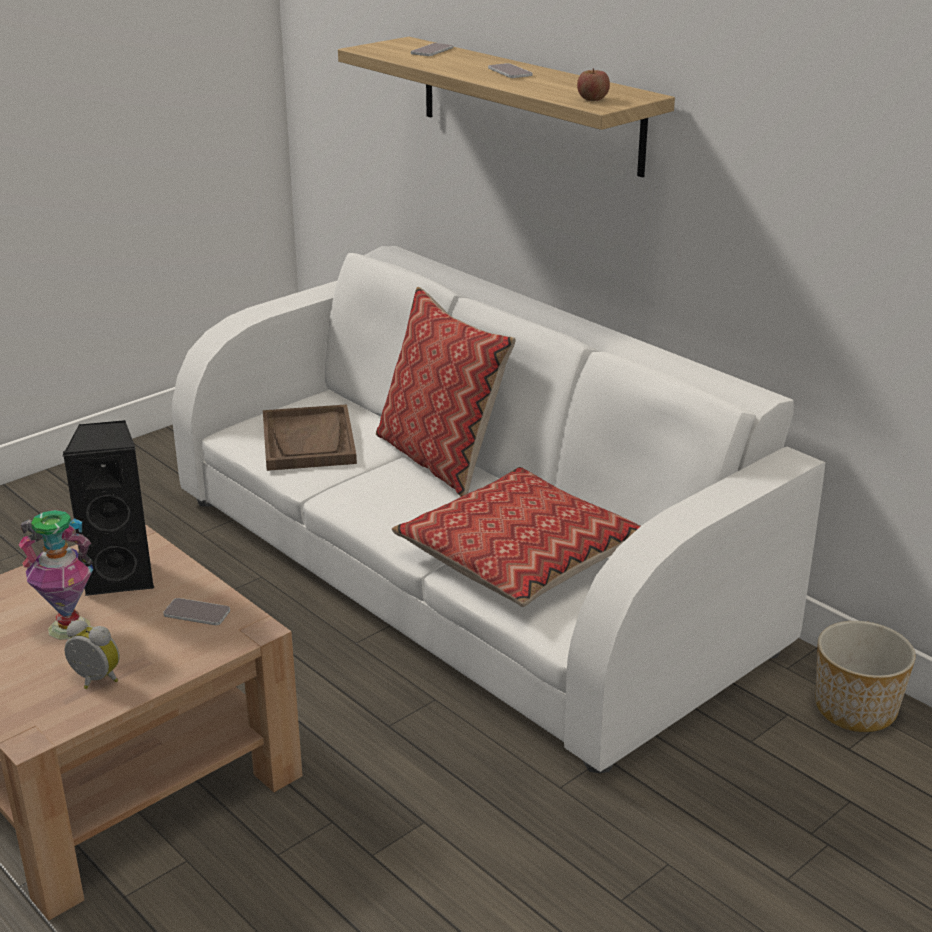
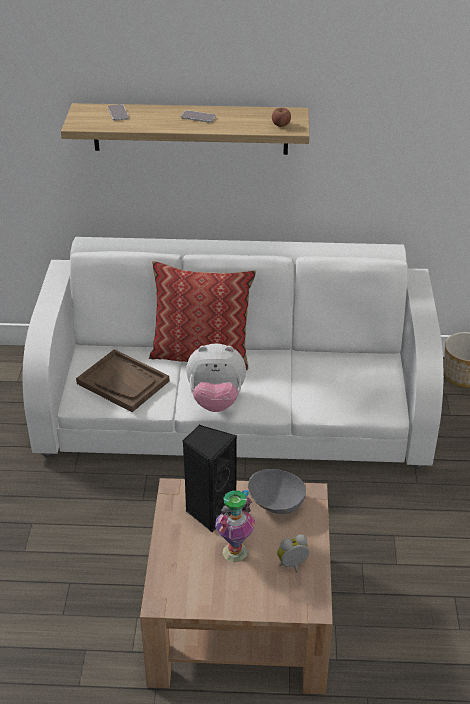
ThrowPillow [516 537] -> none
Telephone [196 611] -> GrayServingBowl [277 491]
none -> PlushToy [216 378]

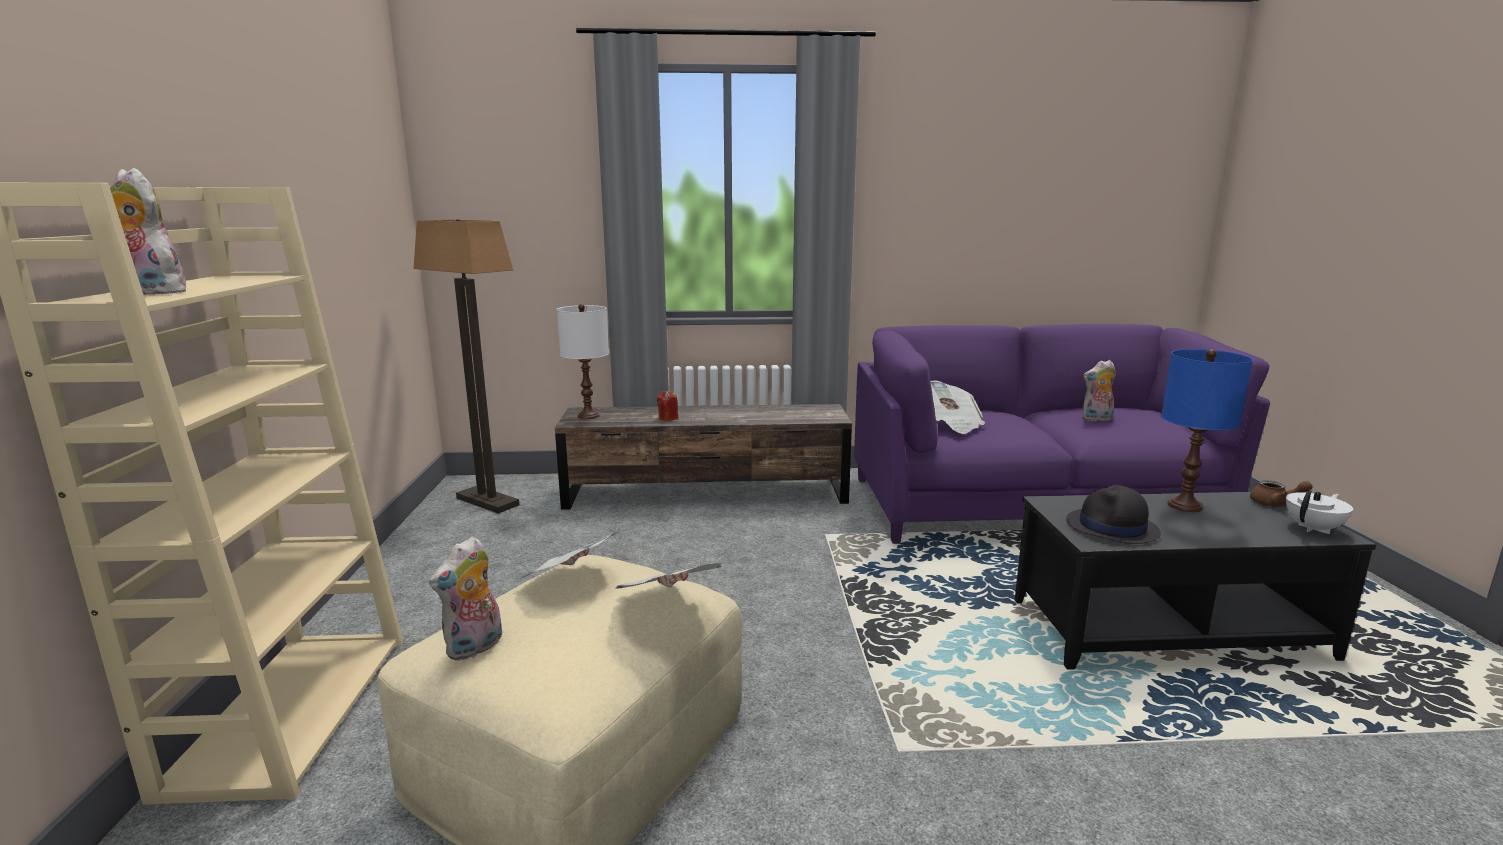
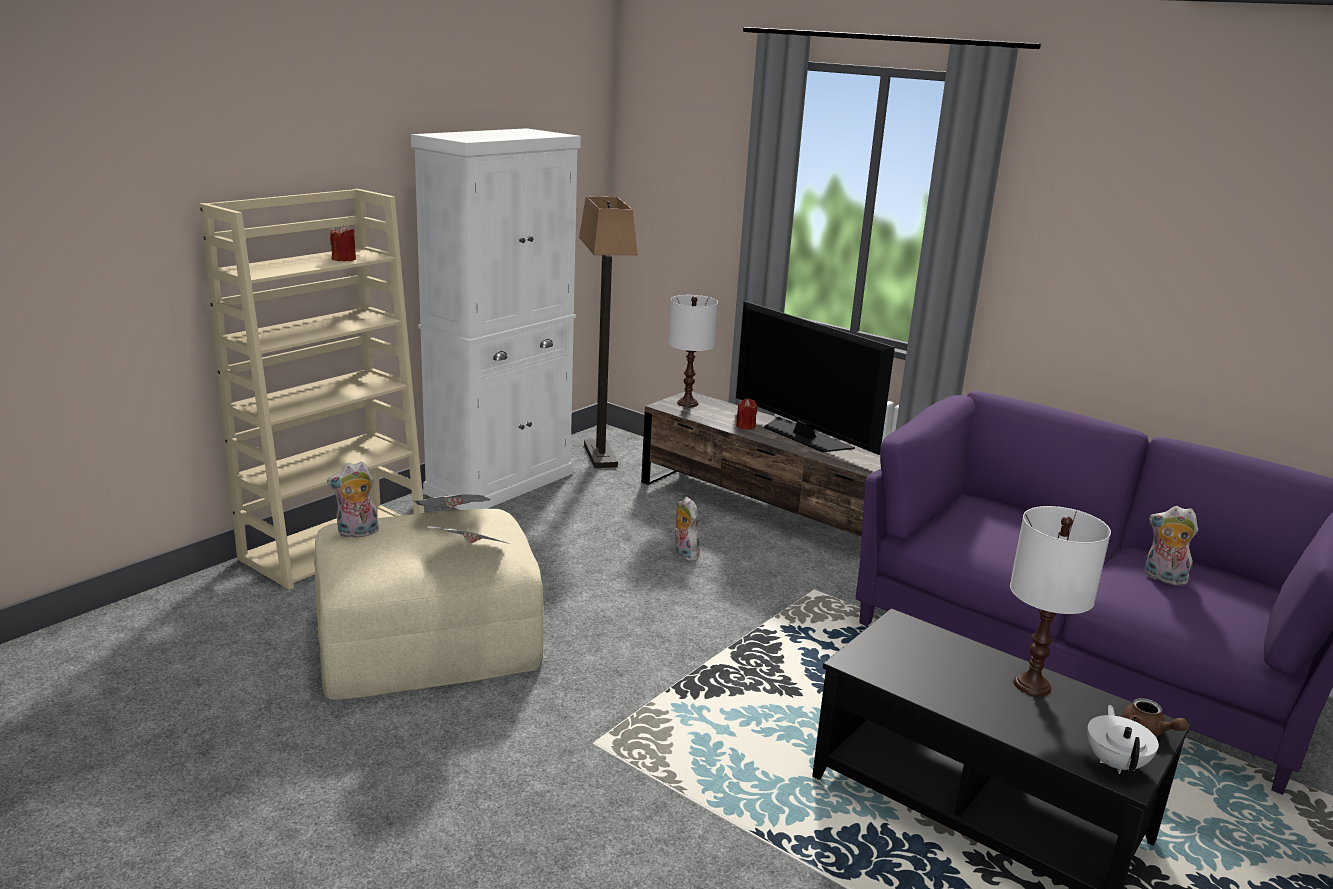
PlushToy [148 231] -> PlushToy [686 529], moved
BlueColouredTabletopLamp [1207 430] -> WhiteColouredTabletopLamp [1060 601]
PrintedPaper [958 407] -> none
BlackishClothingHat [1113 514] -> none
WhiteColouredPotForTea [1319 512] -> WhiteColouredPotForTea [1123 739], 90 degrees counterclockwise
none -> WhiteColouredCabinet [496 319]
none -> ReddishWaxCandle [343 243]
none -> Television [815 378]

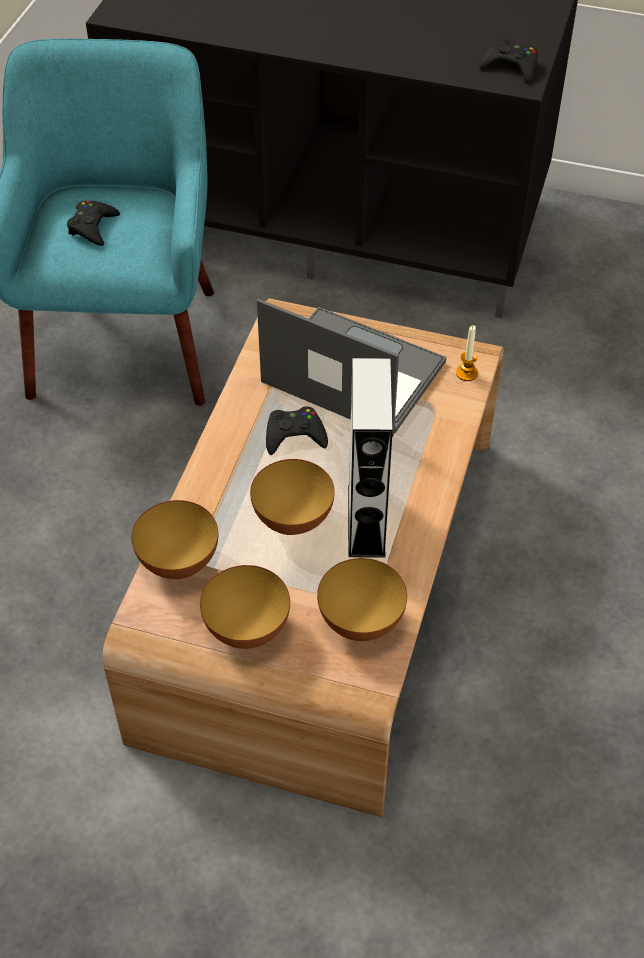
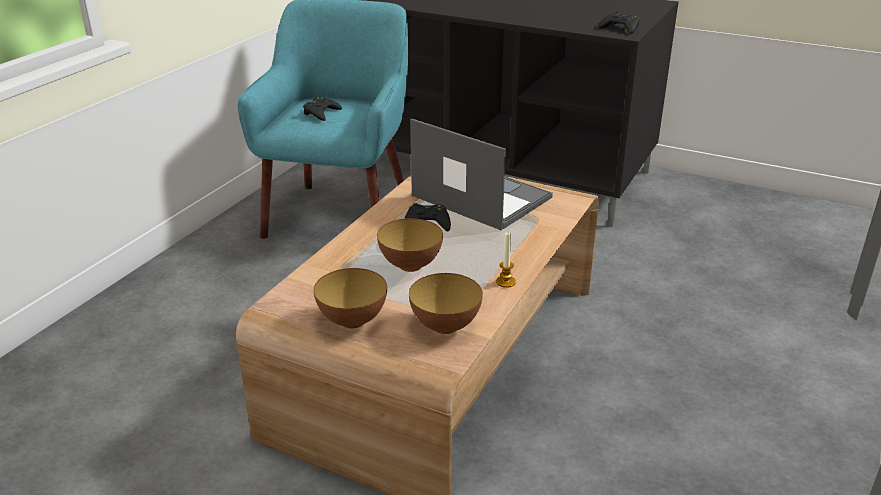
WaxCandle [467 353] -> WaxCandle [506 260], moved
GrayAudioSpeaker [370 458] -> none
ServingBowl [174 539] -> none

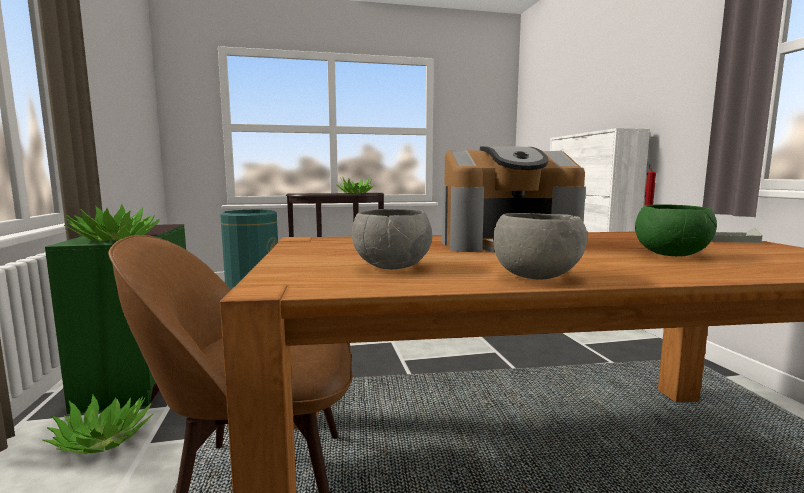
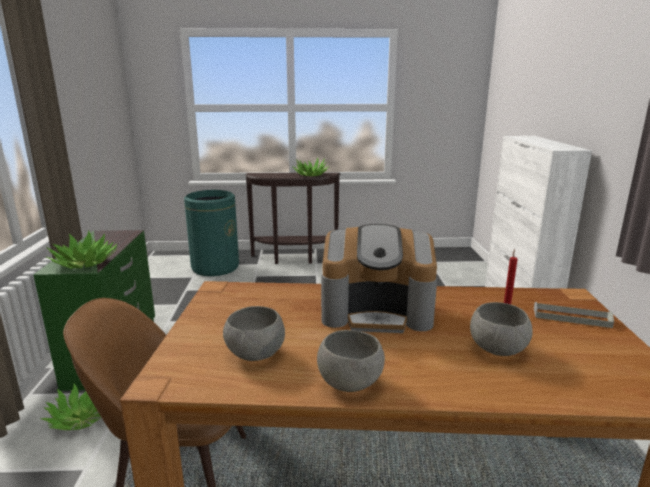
GreenishServingBowl [676 230] -> GrayServingBowl [501 329]

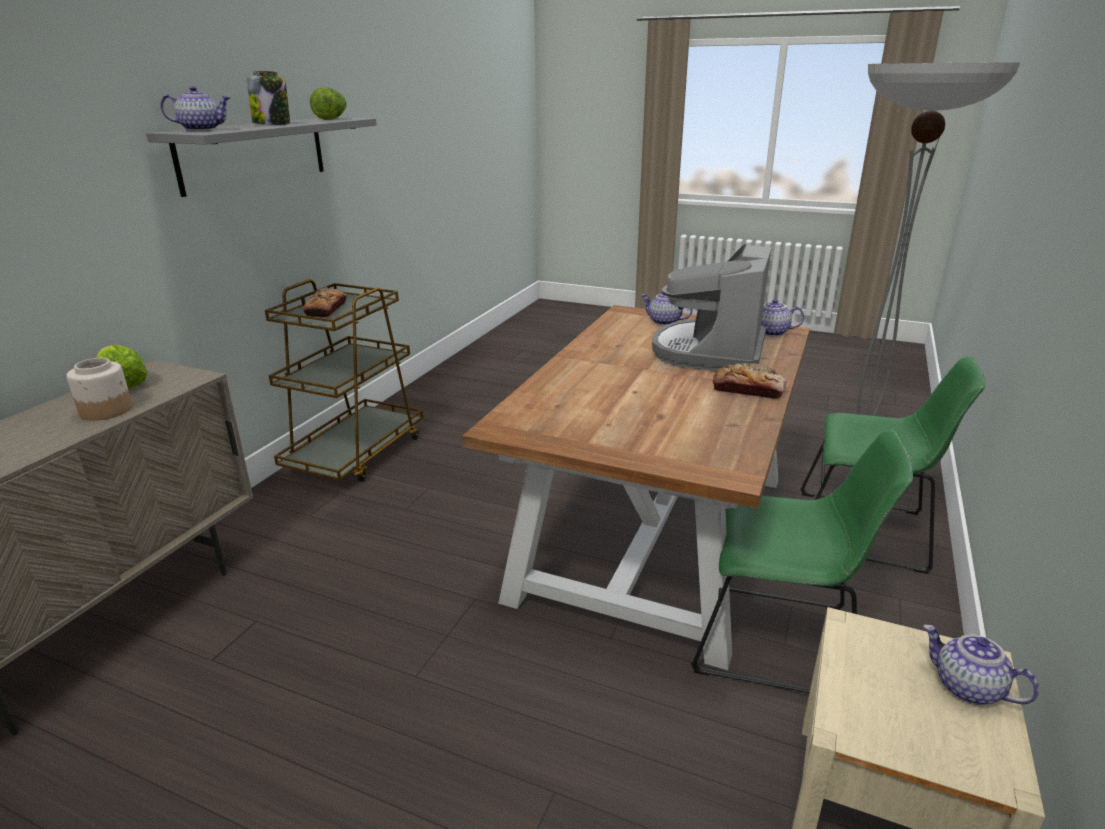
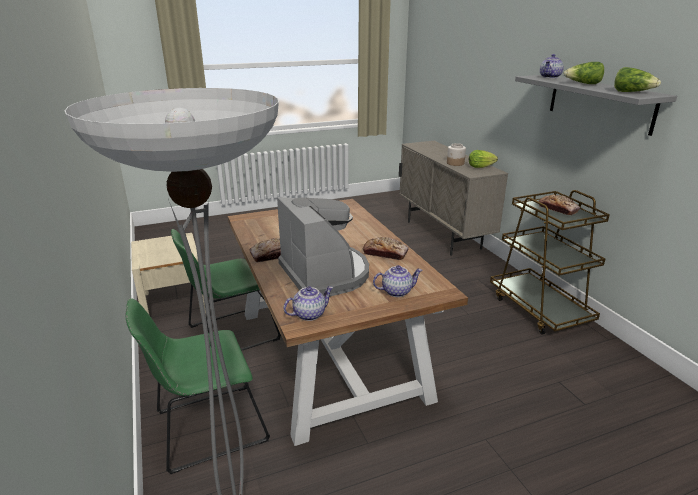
Jar [268 98] -> LettuceHead [584 73]
PotForTea [981 665] -> none
none -> Bread [386 248]

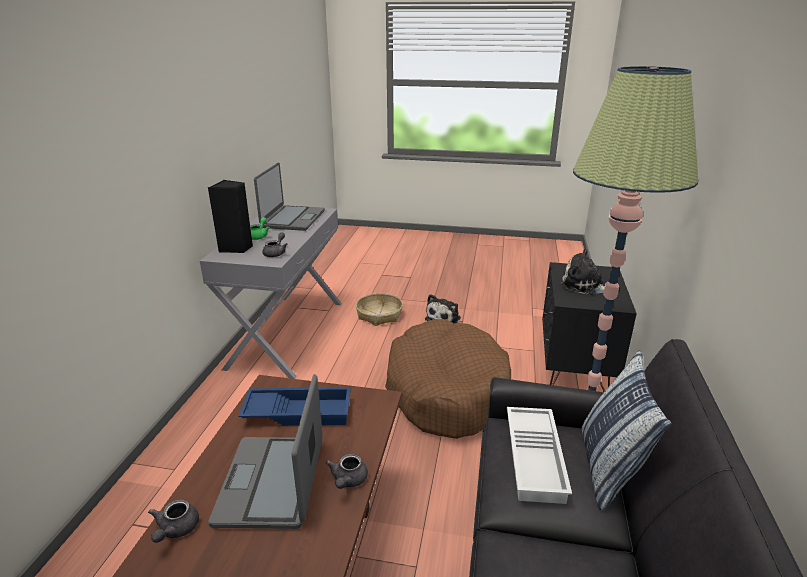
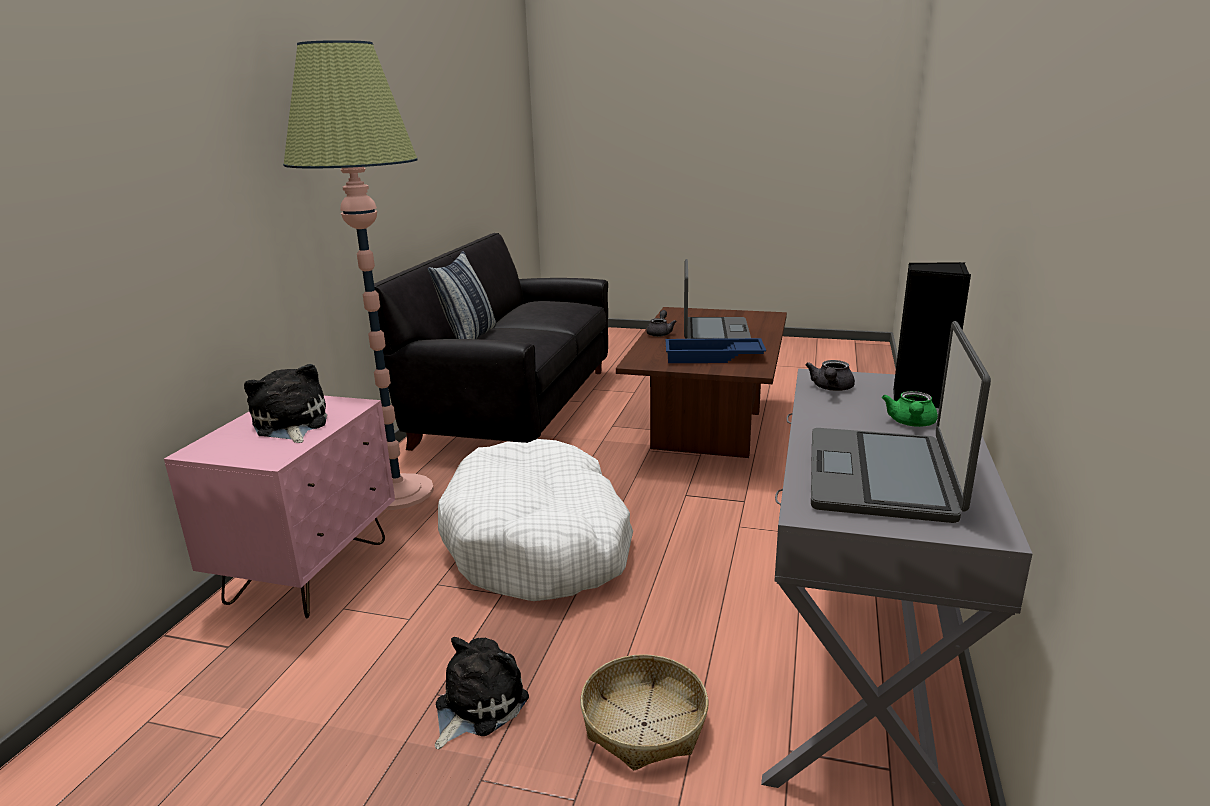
PlushToy [583 271] -> PlushToy [285 403], 150 degrees counterclockwise
BlackishNightTable [589 327] -> PinkishNightTable [279 507]
BrownColouredDogBed [448 379] -> WhiteColouredDogBed [535 520]
WhiteColouredServingTray [539 455] -> none
GrayPotForTea [173 521] -> none

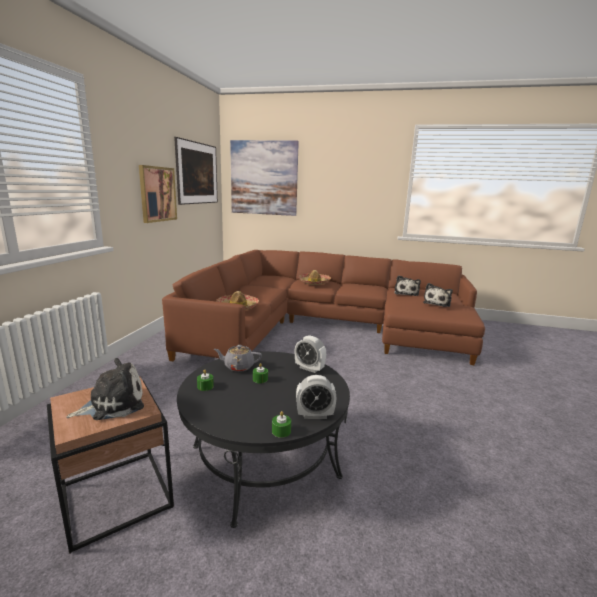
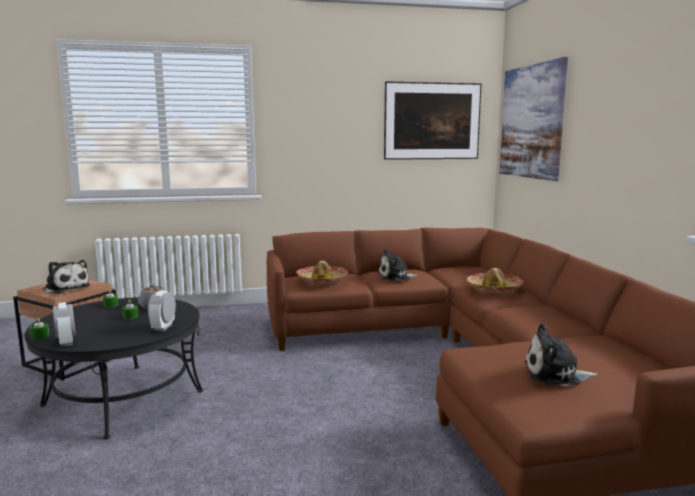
WallArt [158 194] -> none
PlushToy [407 285] -> PlushToy [398 265], moved

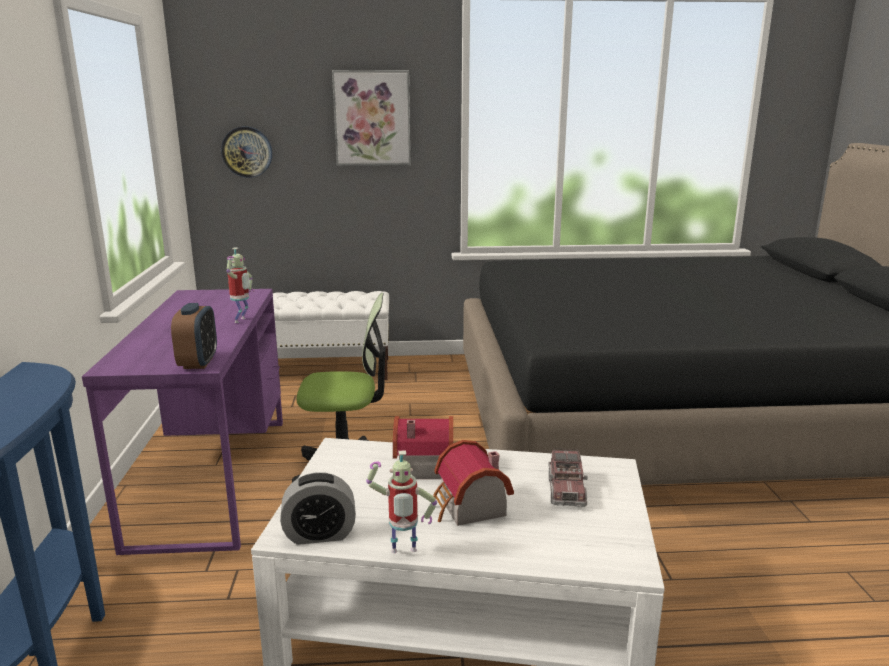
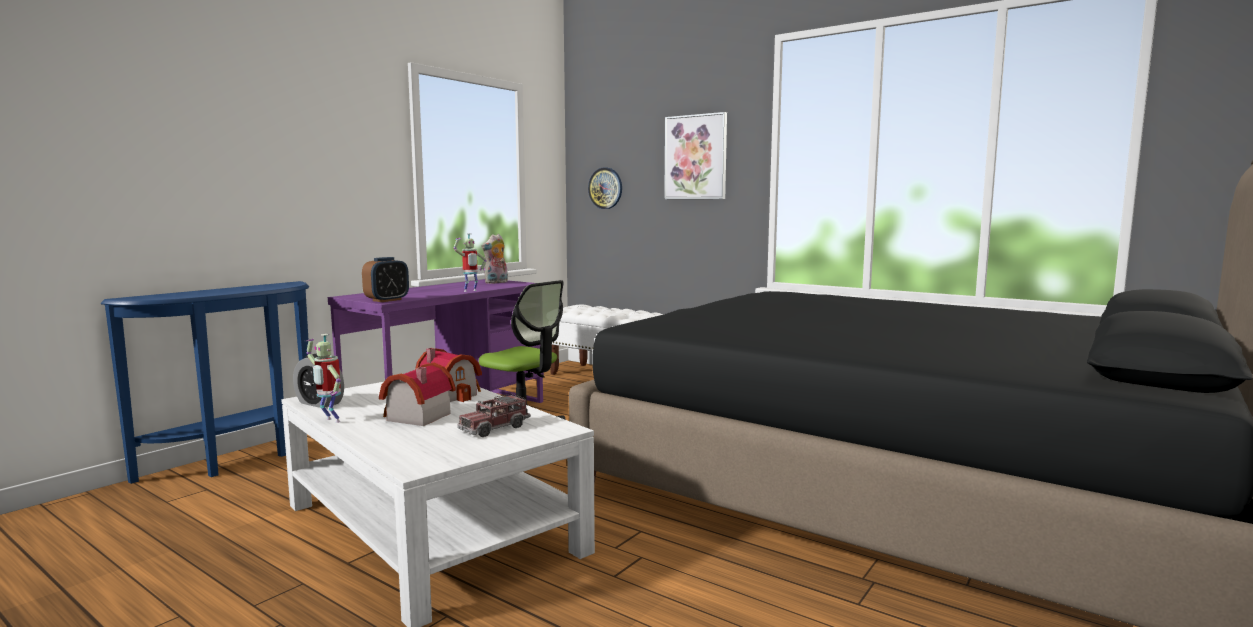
none -> PlushToy [494 259]

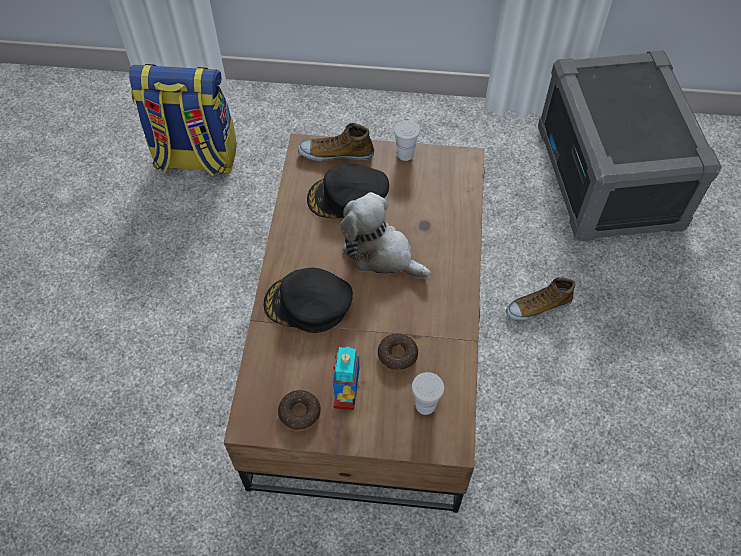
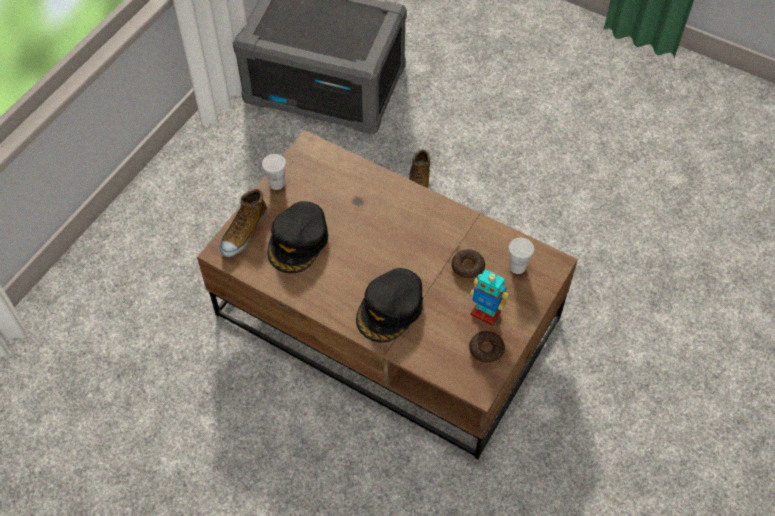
Rucksack [183 120] -> none
PlushToy [385 235] -> none

